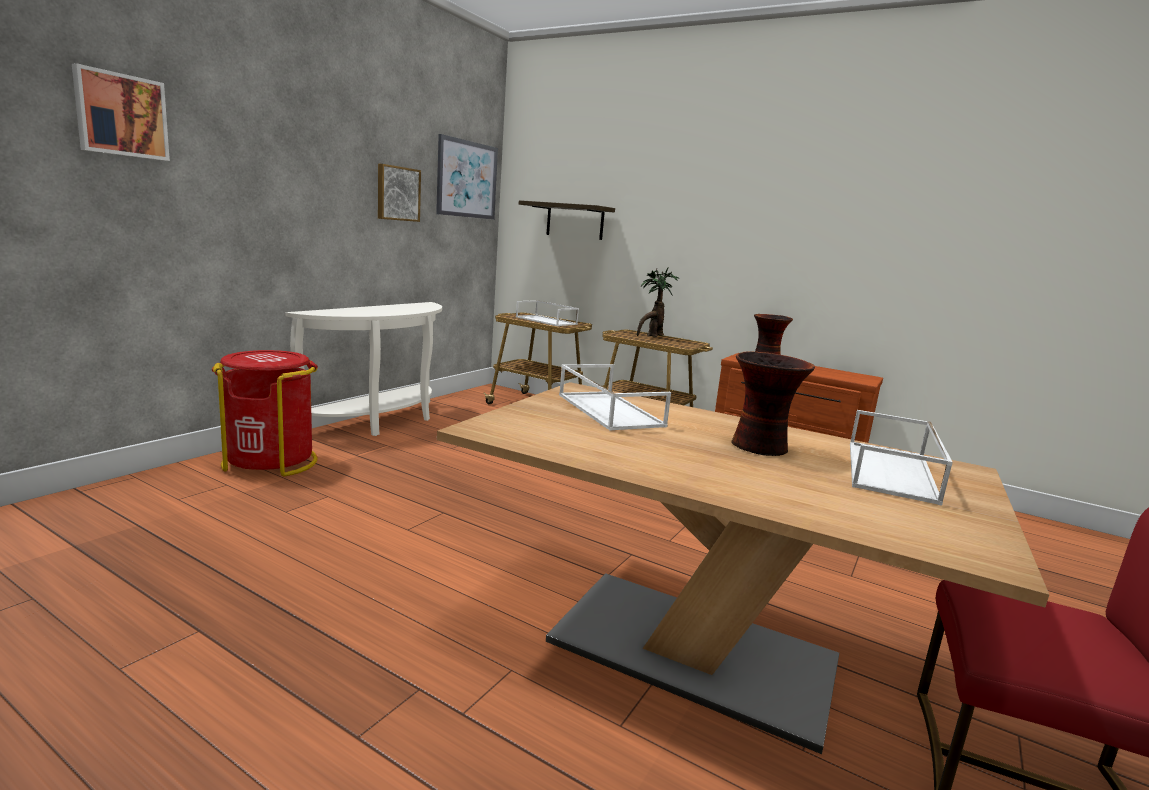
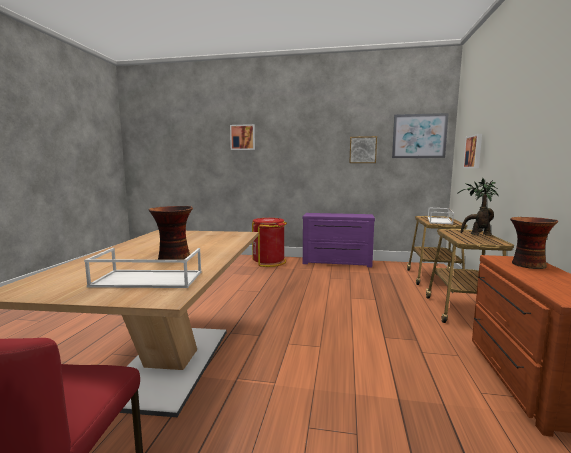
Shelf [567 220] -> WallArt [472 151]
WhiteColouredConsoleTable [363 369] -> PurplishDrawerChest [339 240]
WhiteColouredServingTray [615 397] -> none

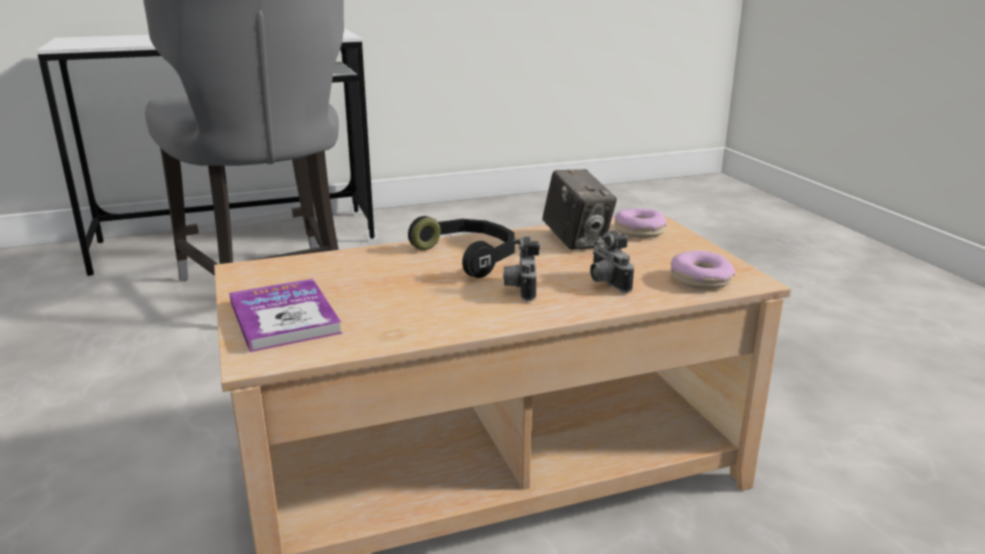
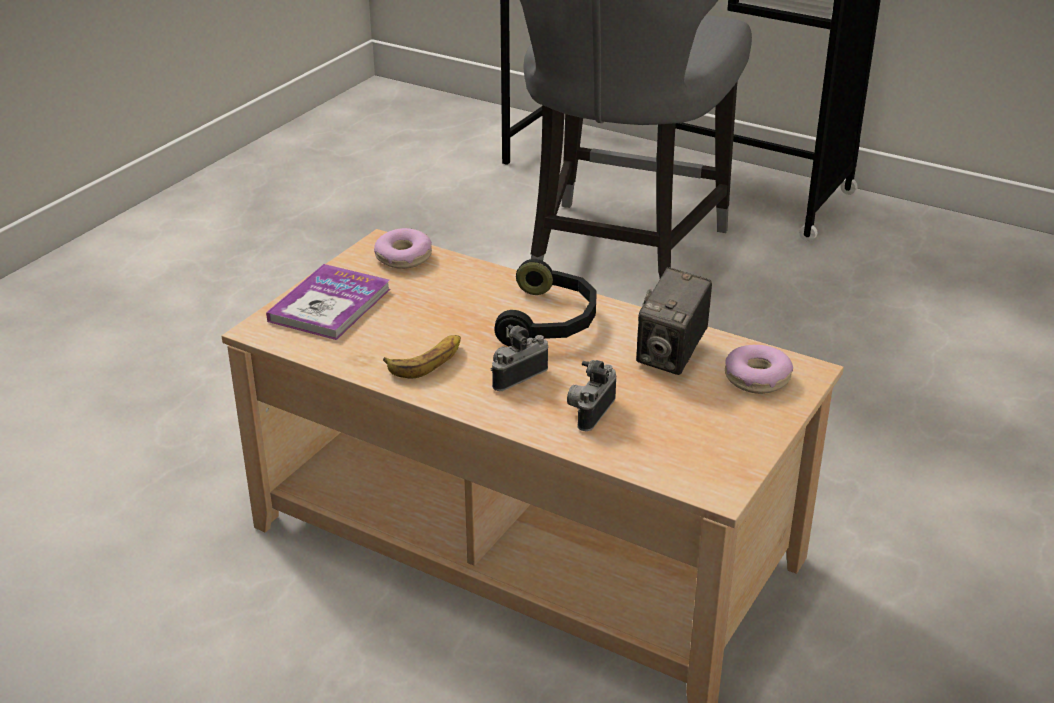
Doughnut [702 270] -> Doughnut [403 248], moved
none -> BananaFruit [422 357]

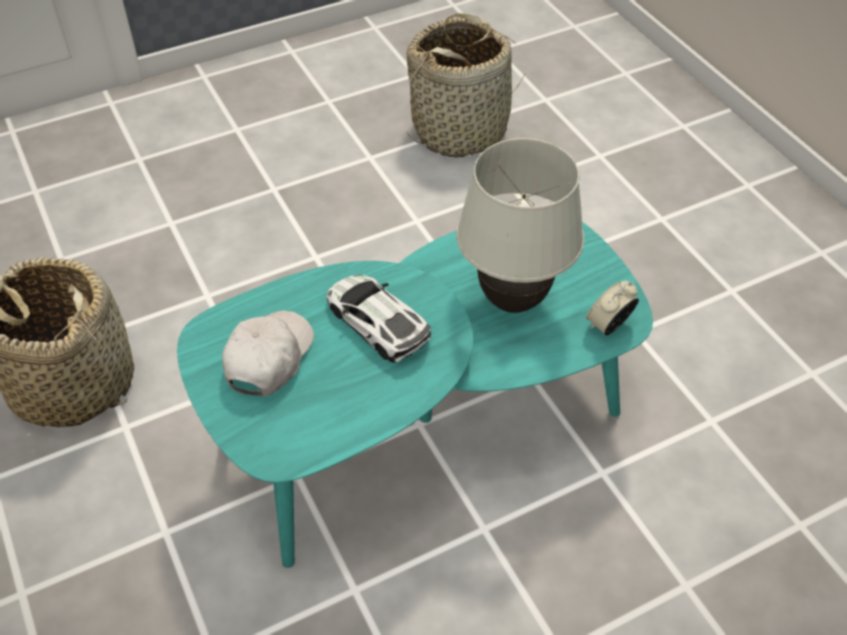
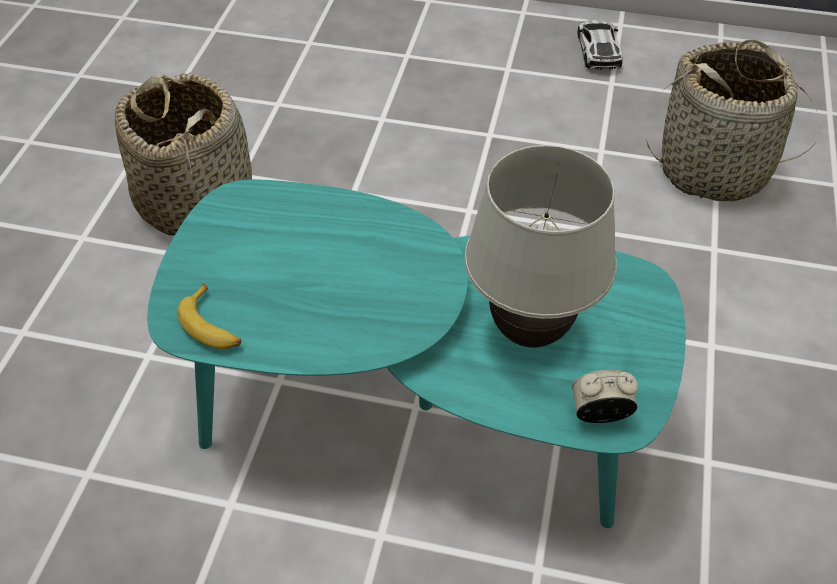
ToyCar [379 319] -> ToyCar [600 45], moved
WhiteColouredCap [268 353] -> none
none -> BananaFruit [209 316]

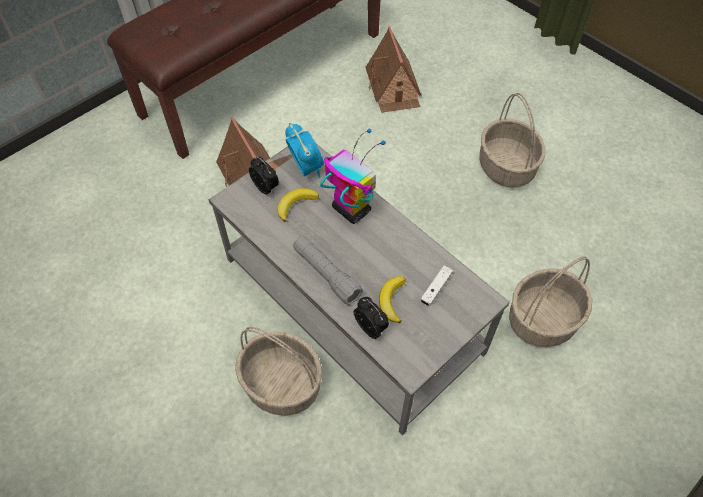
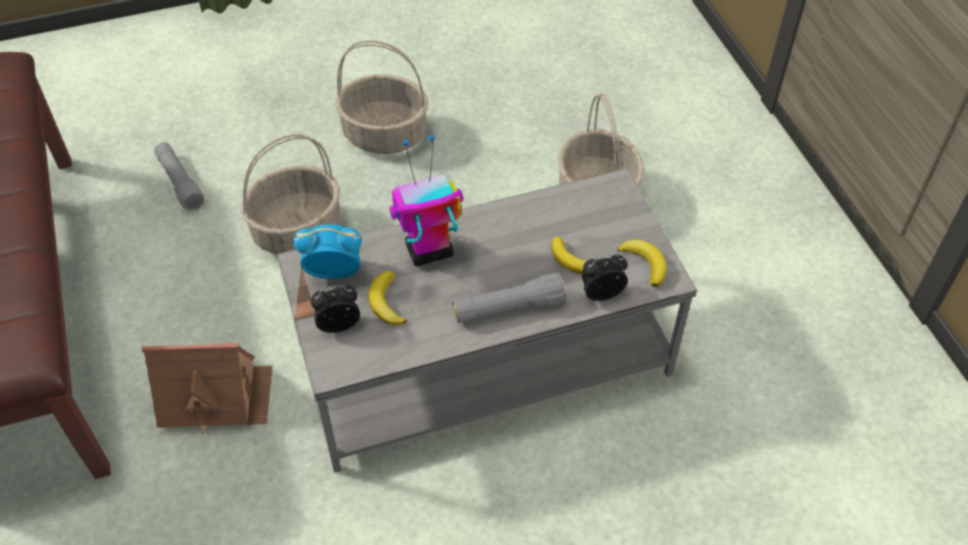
ModelHouse [393 70] -> GrayFlashlight [179 176]
WhiteColouredJoypad [436 286] -> none
StorageBasket [278 371] -> StorageBasket [290 194], moved
none -> BananaFruit [642 263]

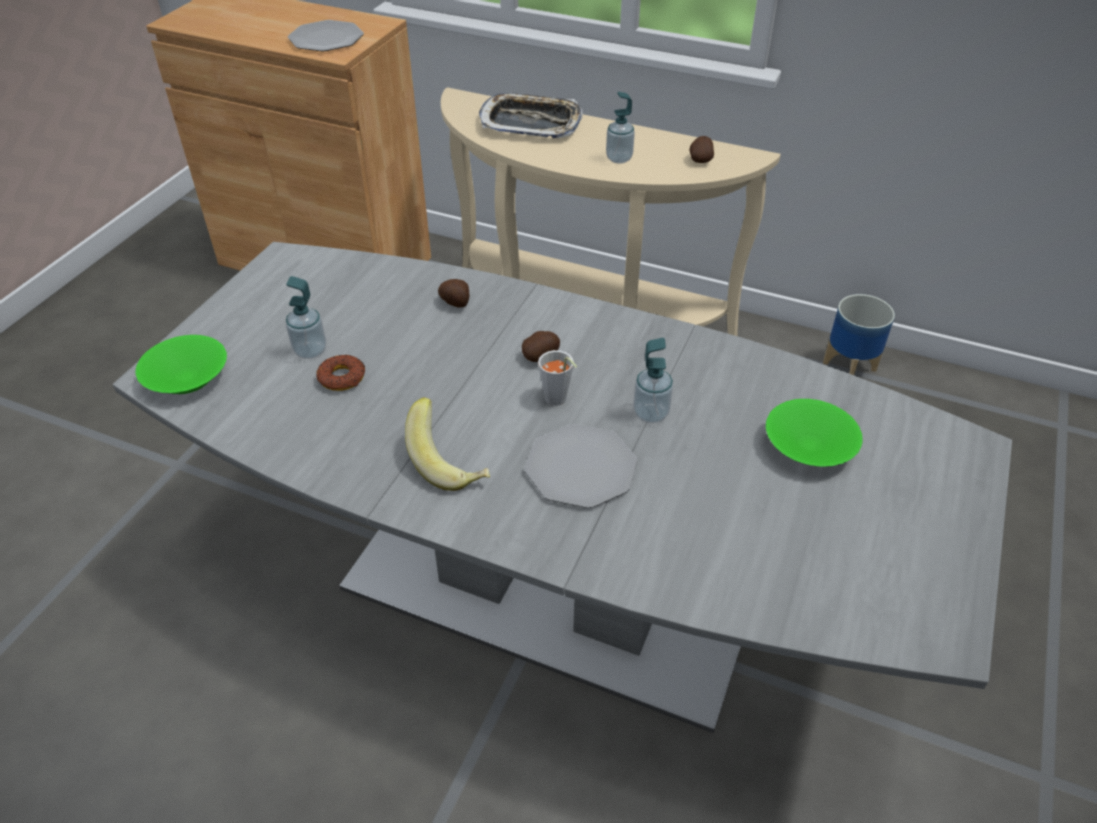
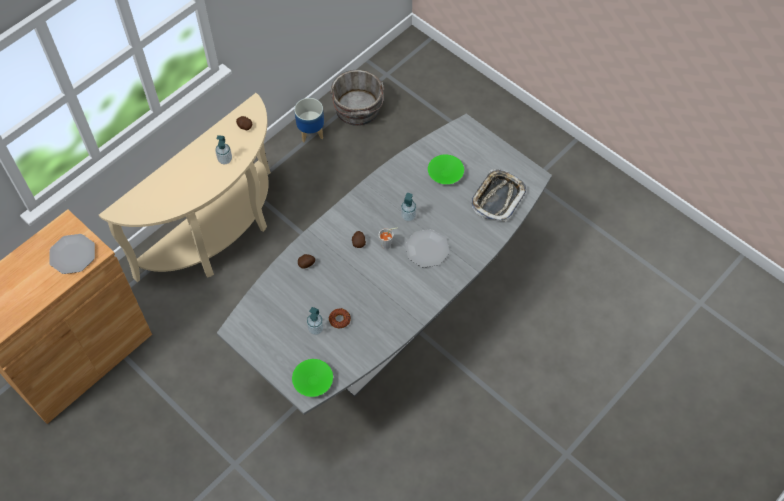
ServingTray [531 115] -> ServingTray [498 196], moved
BananaFruit [447 444] -> none
none -> GrayPail [357 98]

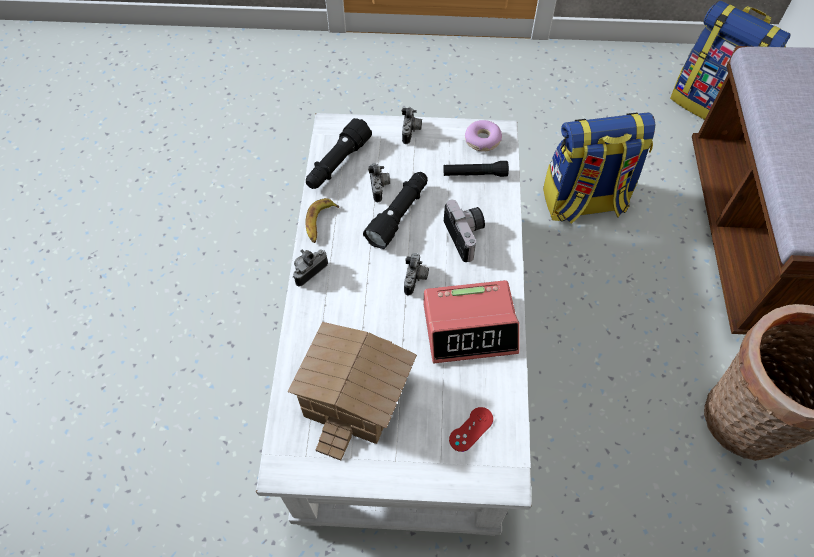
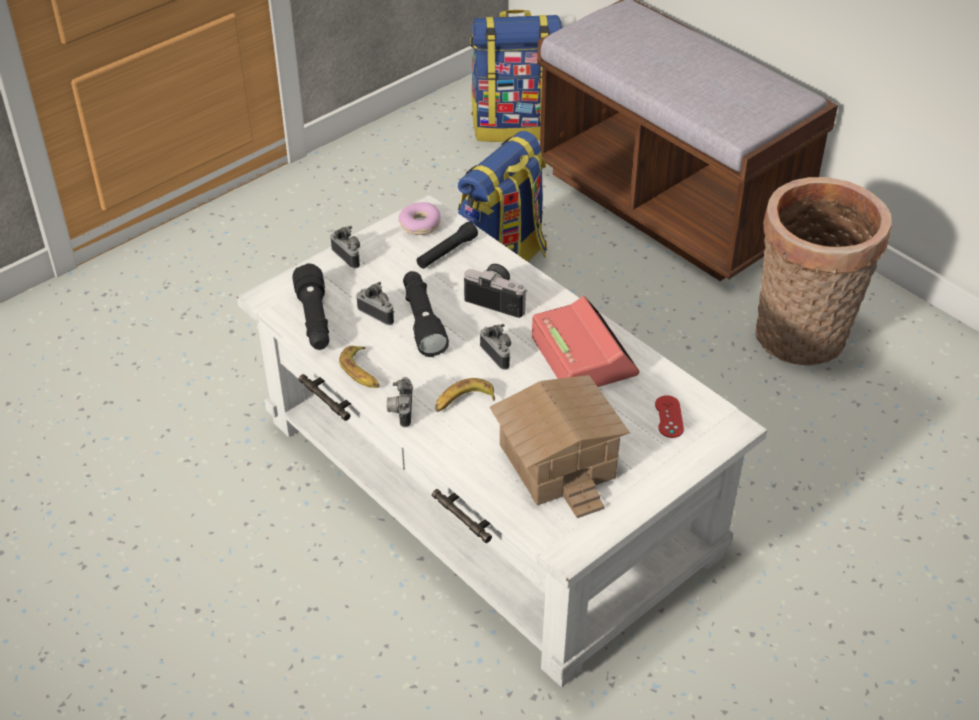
BedsideClock [471 321] -> BedsideClock [586 341], 60 degrees counterclockwise
none -> BananaFruit [465 395]

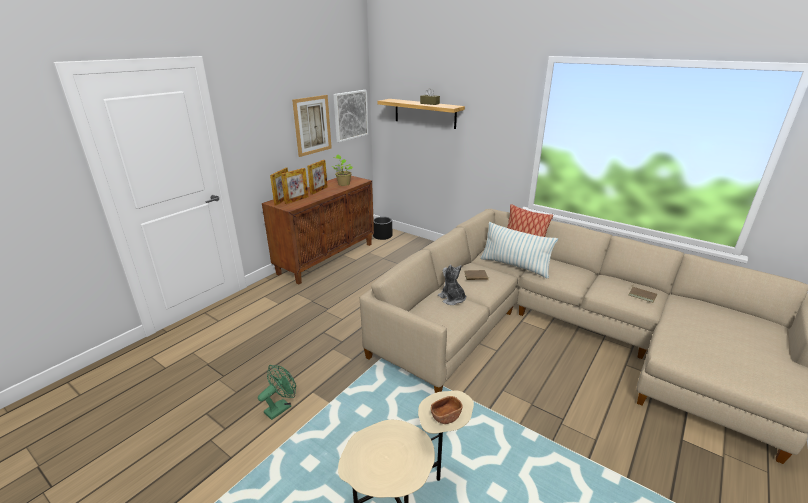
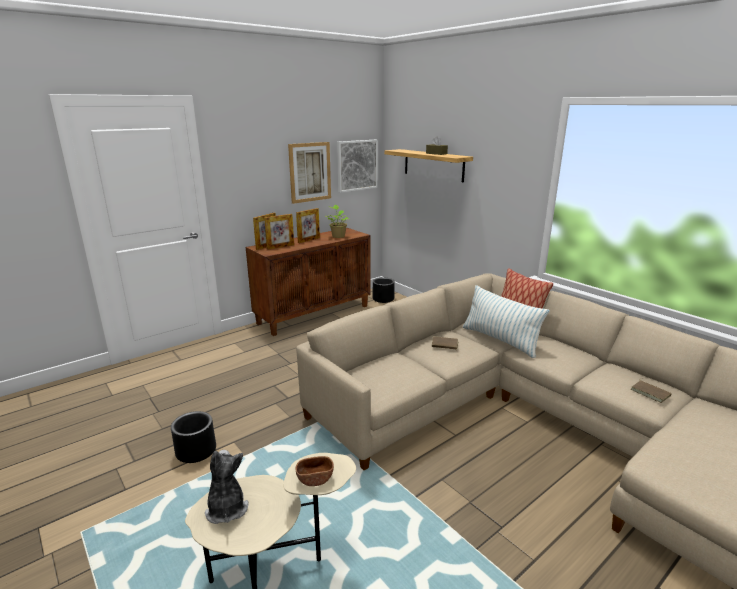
PlushToy [452 284] -> PlushToy [227 487], moved
GreenishElectricFan [277 392] -> BlackishFlowerPot [193 437]

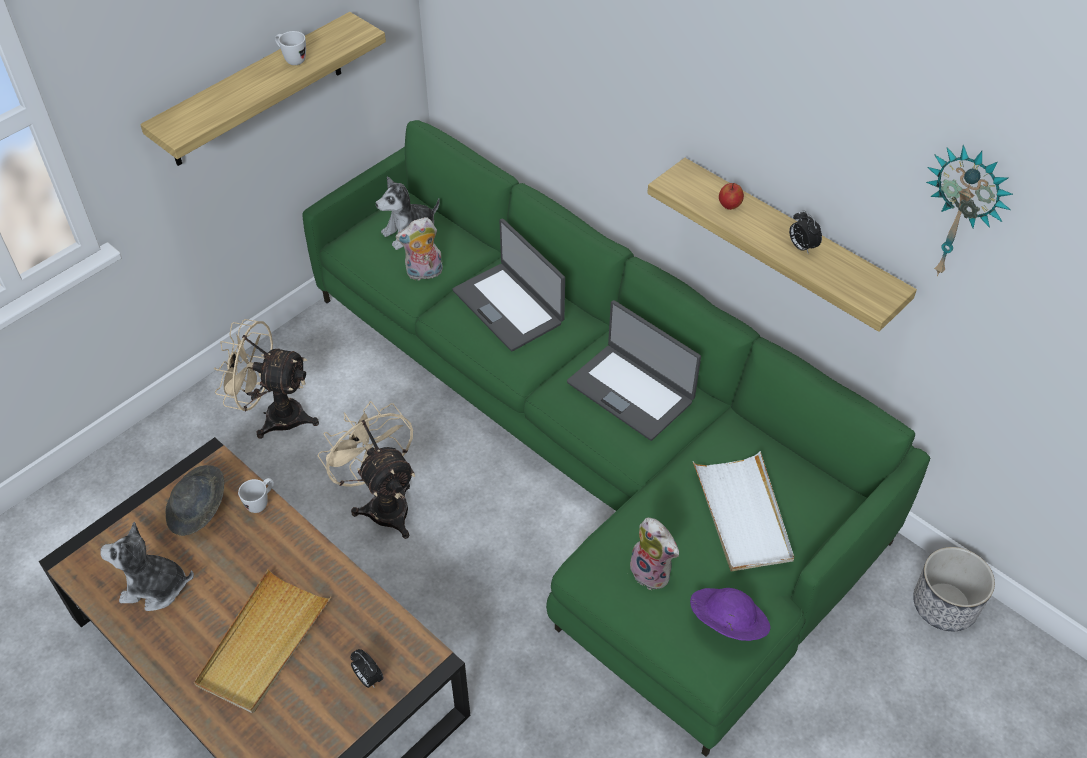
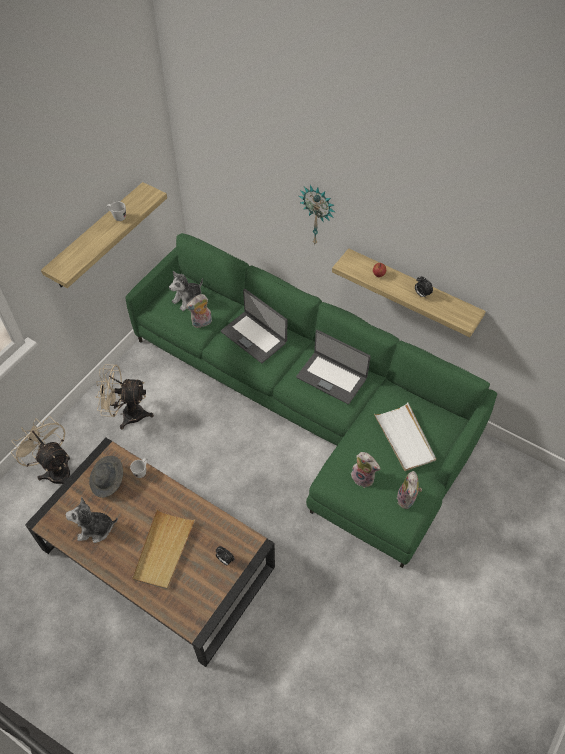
HangingClock [969 210] -> HangingClock [317 214], moved
BeigeColouredElectricFan [366 470] -> BeigeColouredElectricFan [40 450], moved
FlowerPot [954 589] -> none
PurplishClothingHat [730 614] -> PlushToy [409 490]

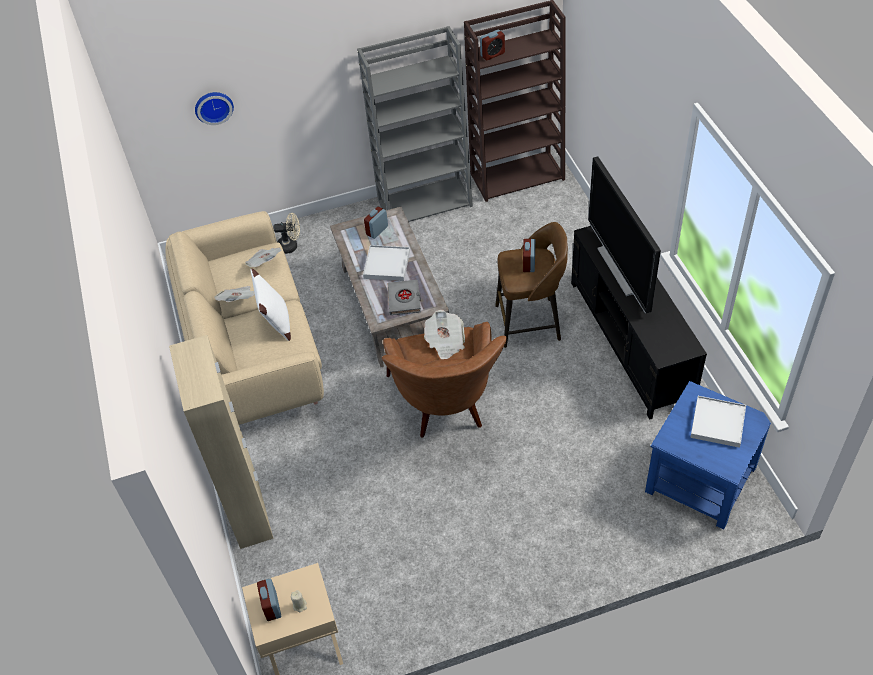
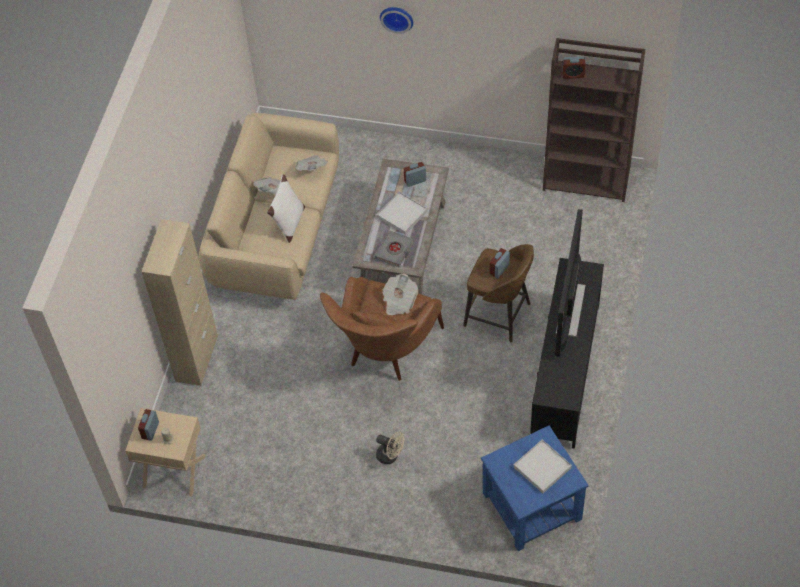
GrayShelvingUnit [415 124] -> none
HangingClock [214 108] -> HangingClock [396 20], moved
BeigeColouredElectricFan [286 233] -> BeigeColouredElectricFan [390 448], moved

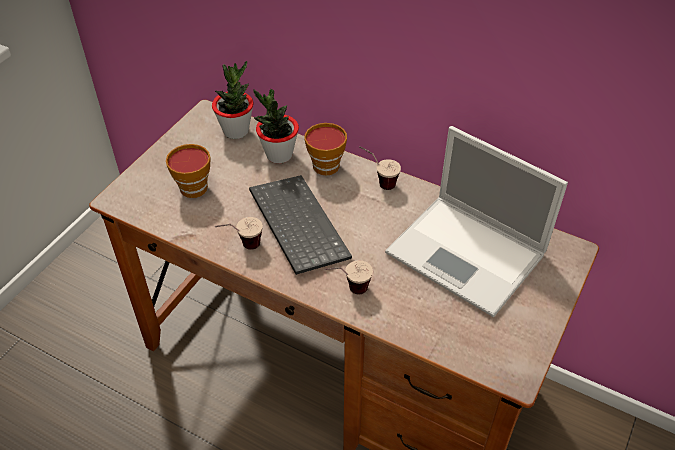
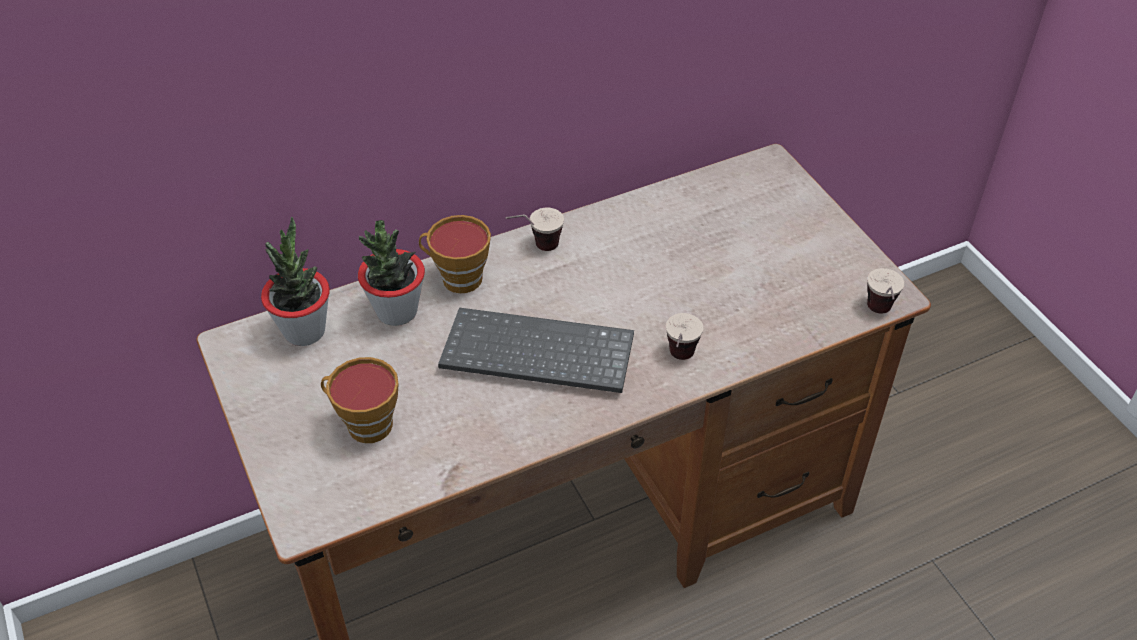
NotebookComputer [476 221] -> none
SmallCup [239 233] -> SmallCup [885 291], moved

